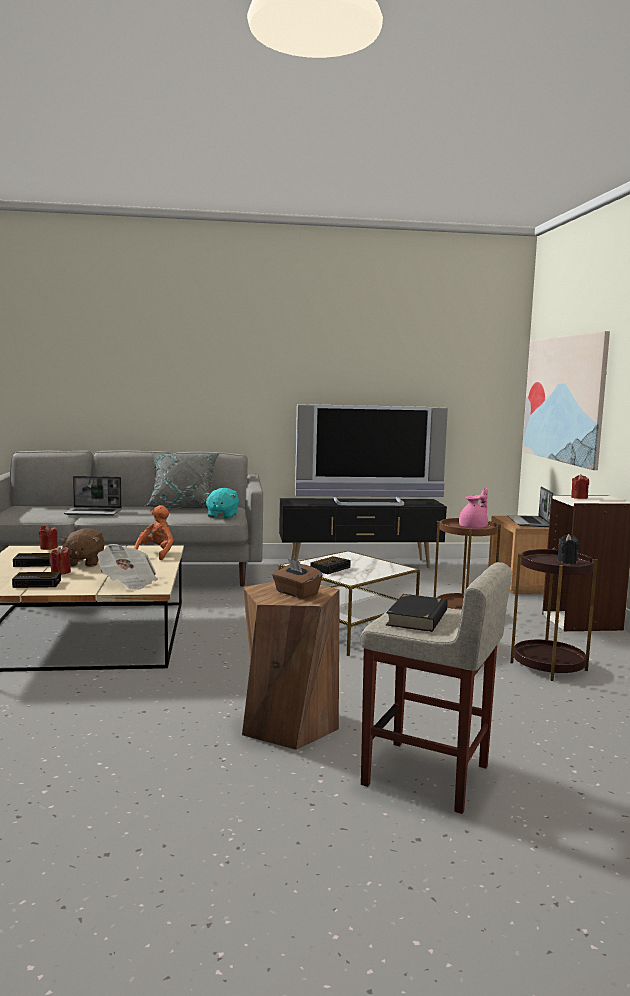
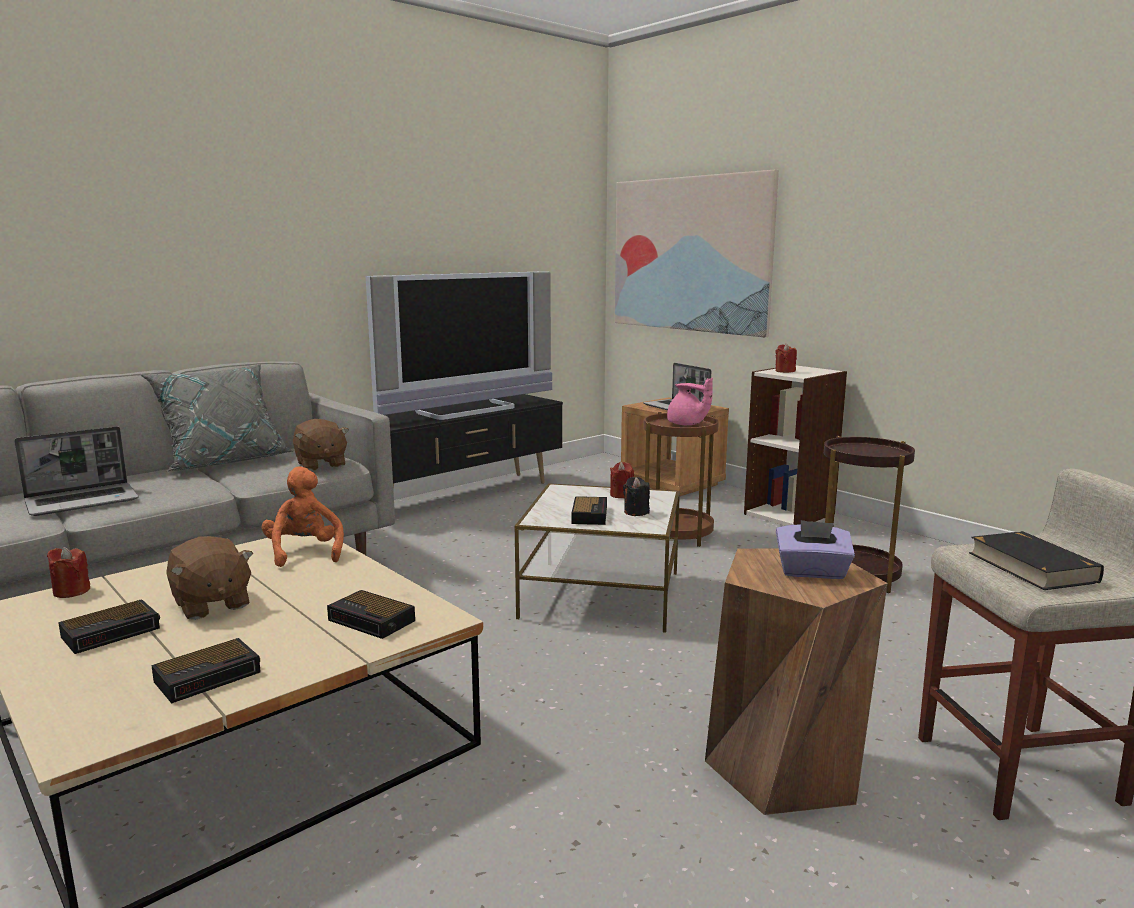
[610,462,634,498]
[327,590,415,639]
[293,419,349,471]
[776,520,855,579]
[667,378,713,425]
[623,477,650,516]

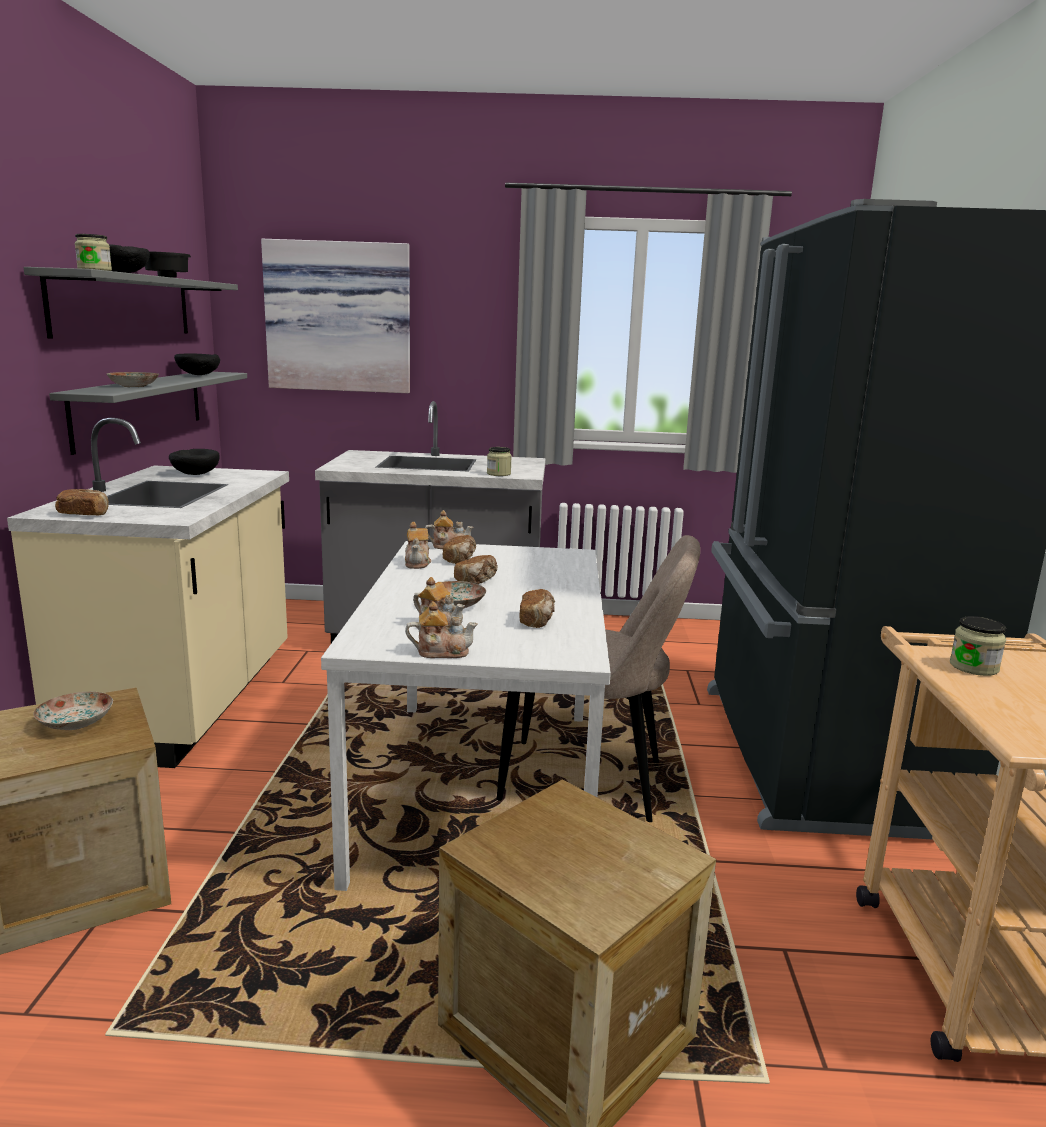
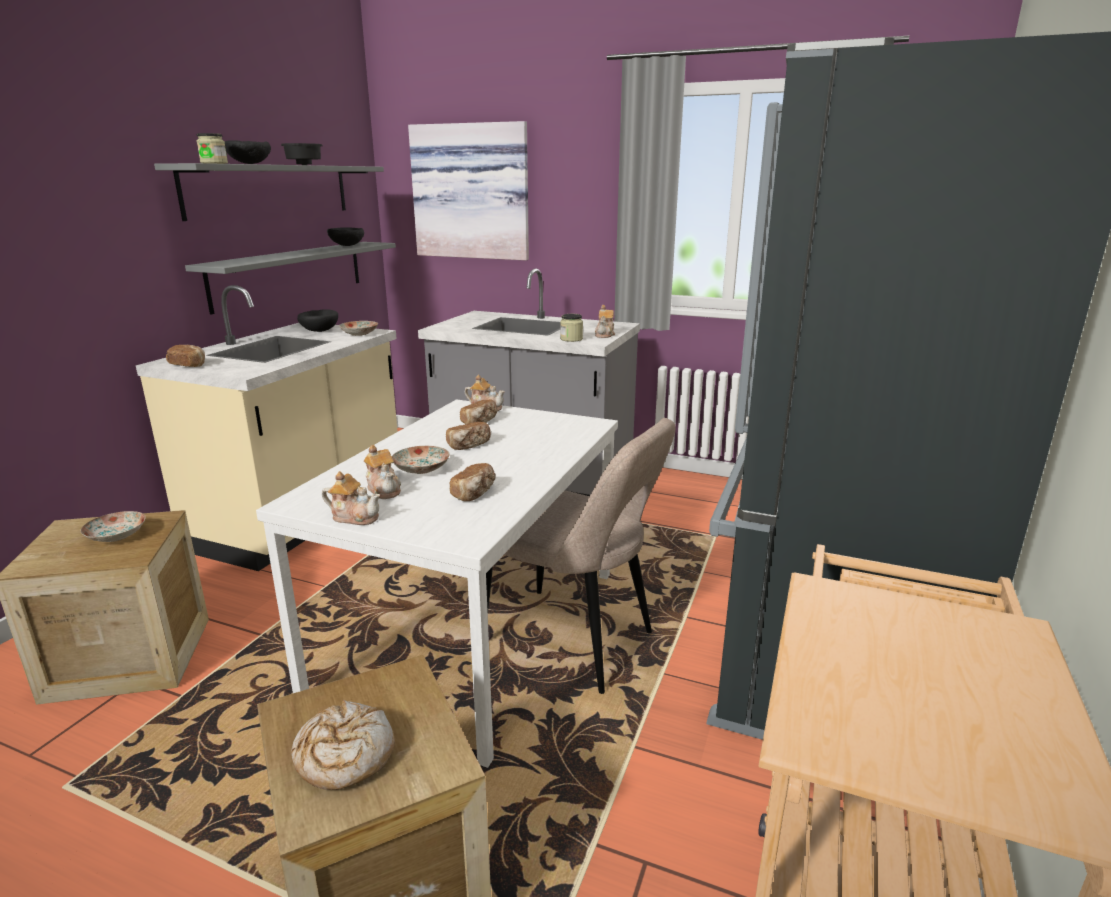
[339,321,378,336]
[595,305,615,338]
[950,616,1006,676] (first image)
[291,700,395,790]

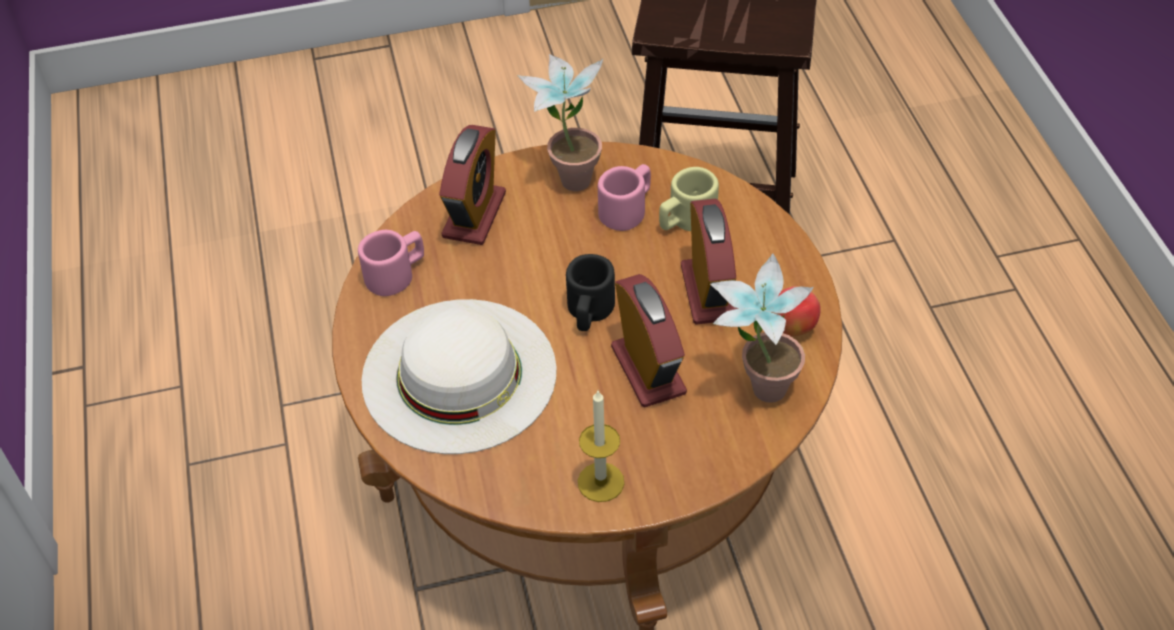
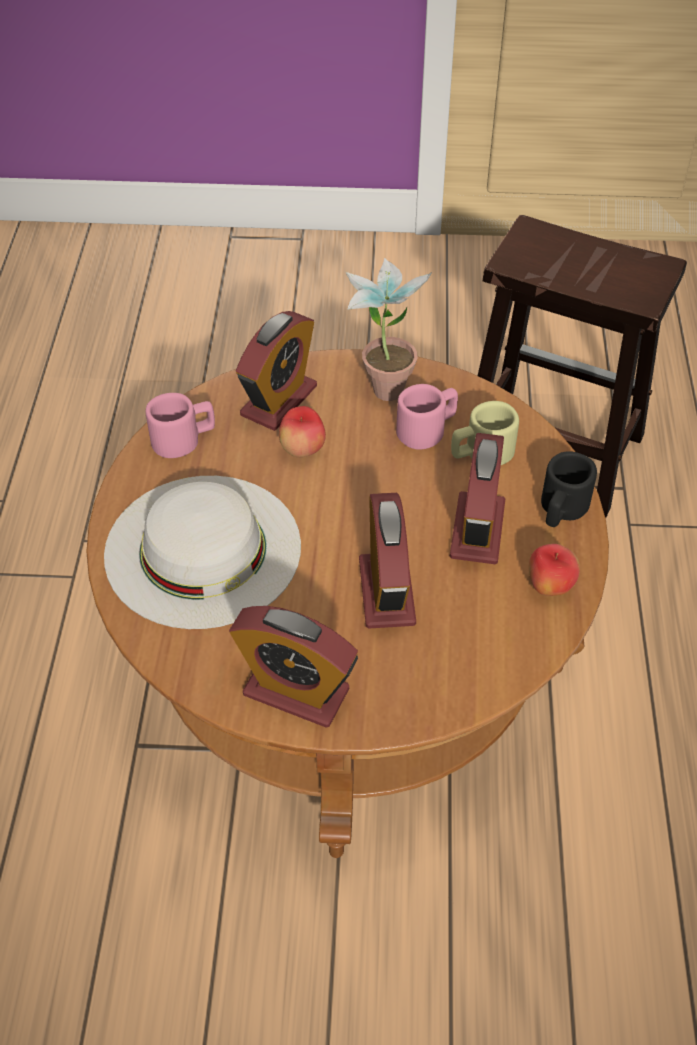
[541,451,597,527]
[229,606,358,728]
[710,253,814,403] (first image)
[279,406,326,458]

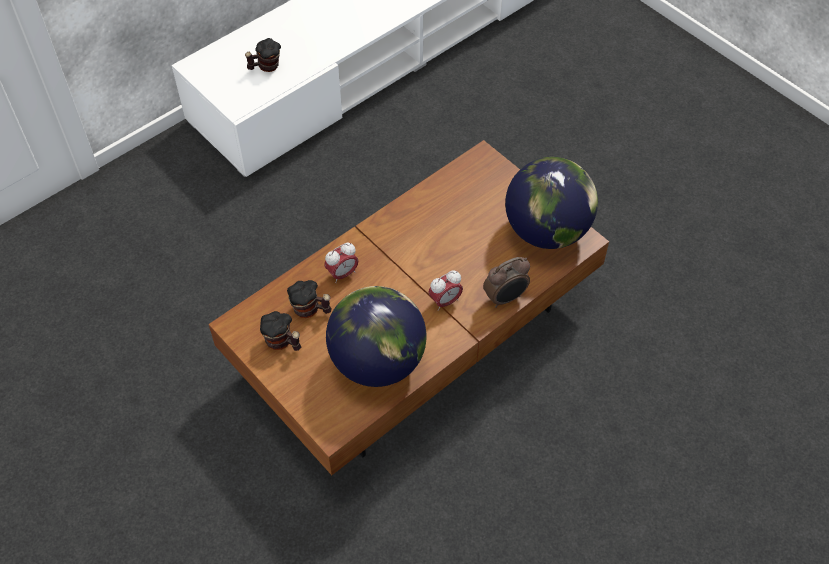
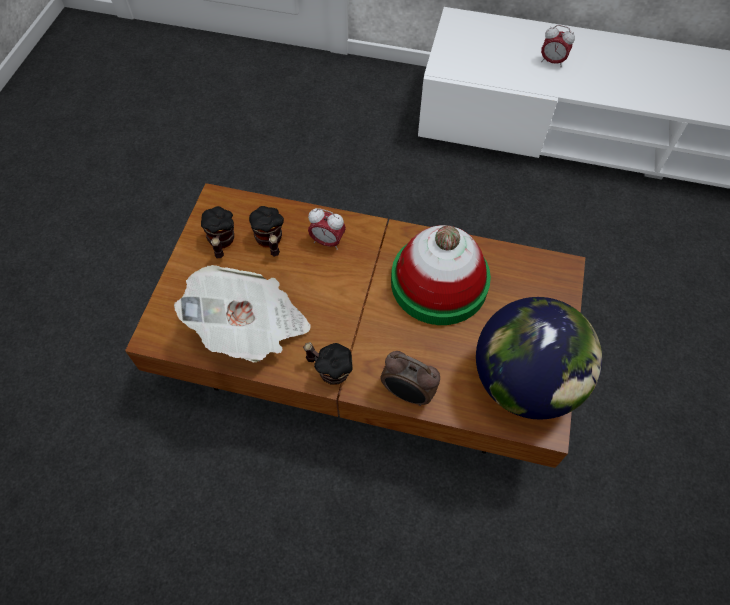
[303,342,353,385]
[174,265,311,362]
[541,25,575,68]
[391,225,491,325]

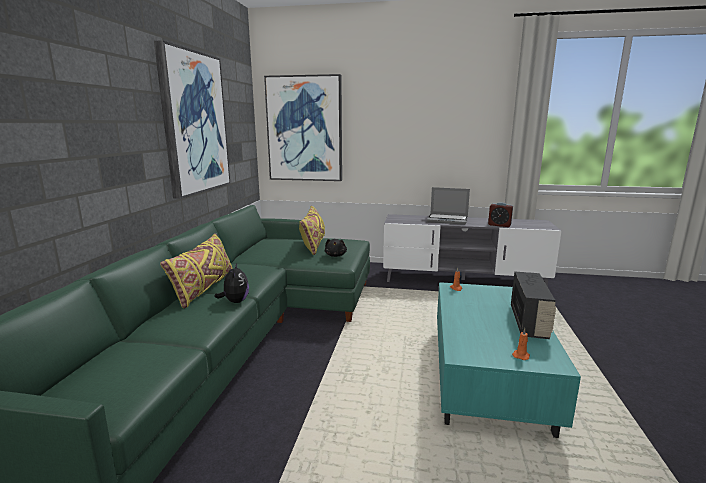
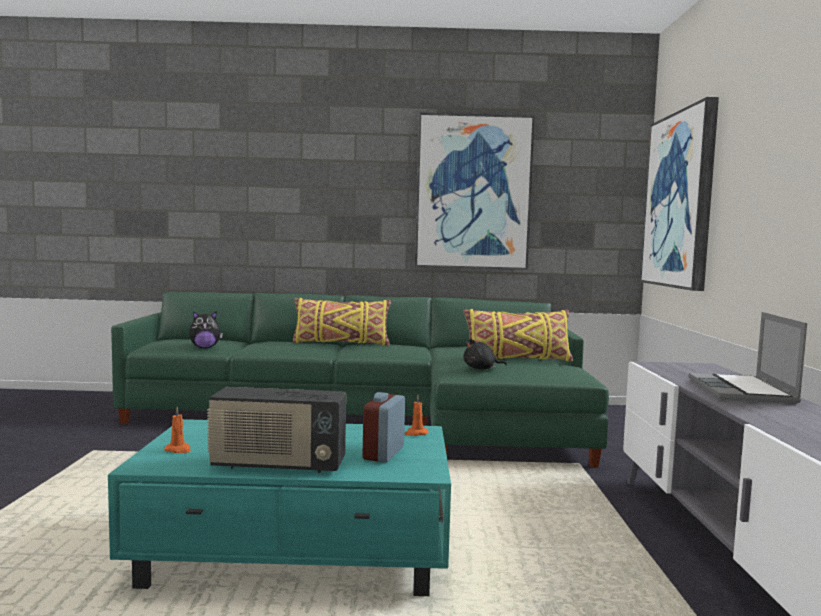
[189,311,223,348]
[363,392,405,463]

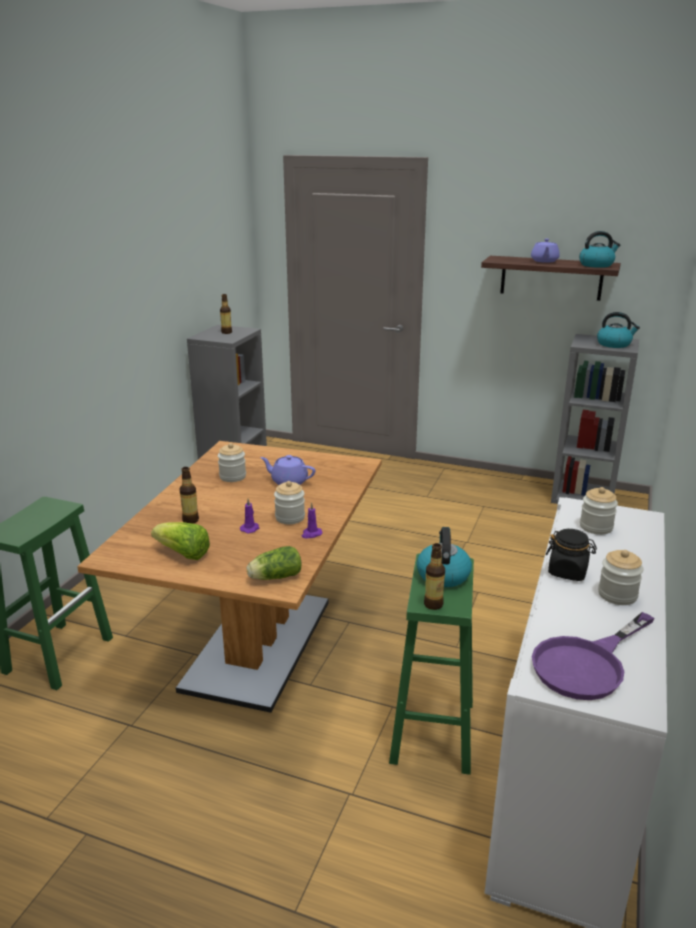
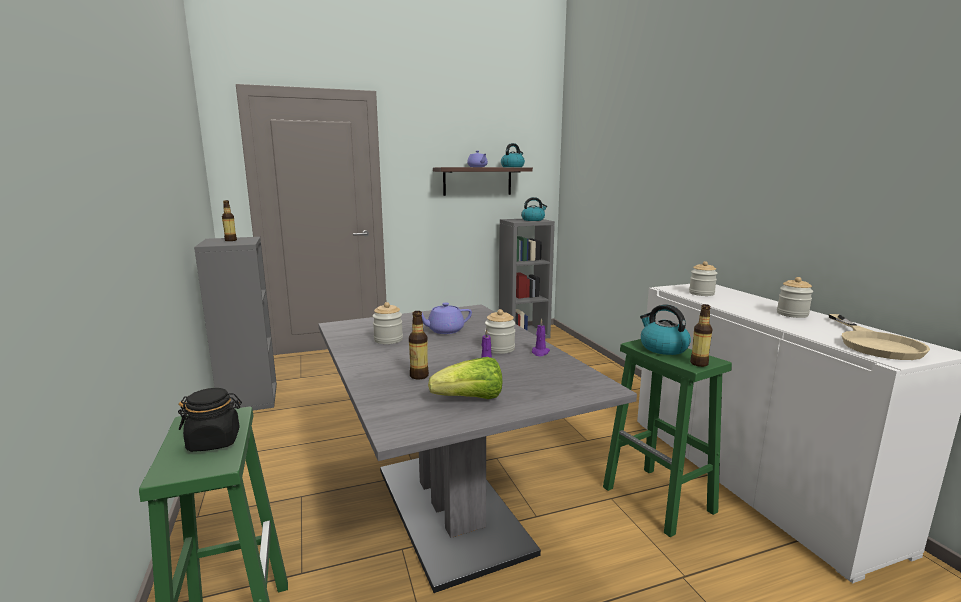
[318,304,637,593]
[247,546,301,580] (first image)
[829,314,930,360]
[178,388,242,452]

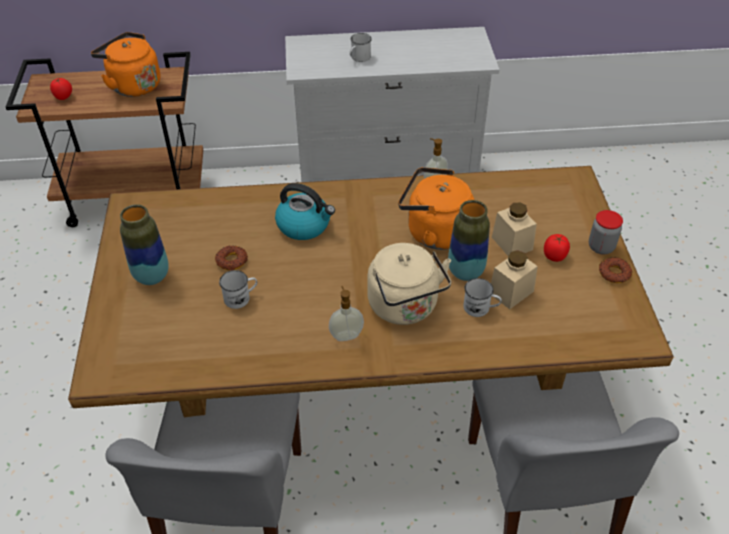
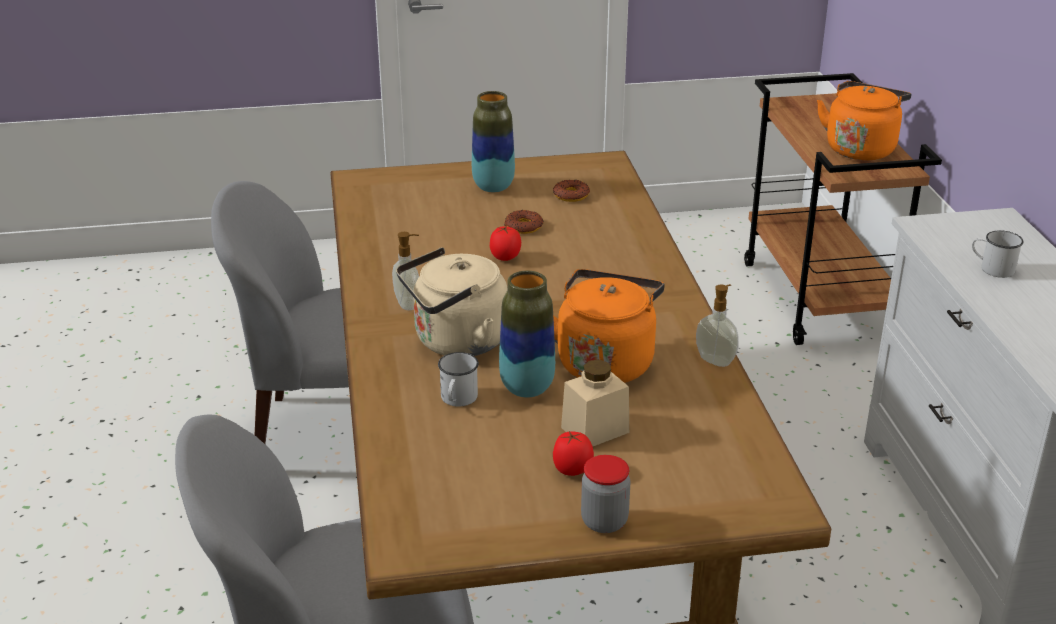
[490,226,521,261]
[219,270,257,309] (first image)
[275,183,335,240] (first image)
[491,250,538,309] (first image)
[553,180,590,202]

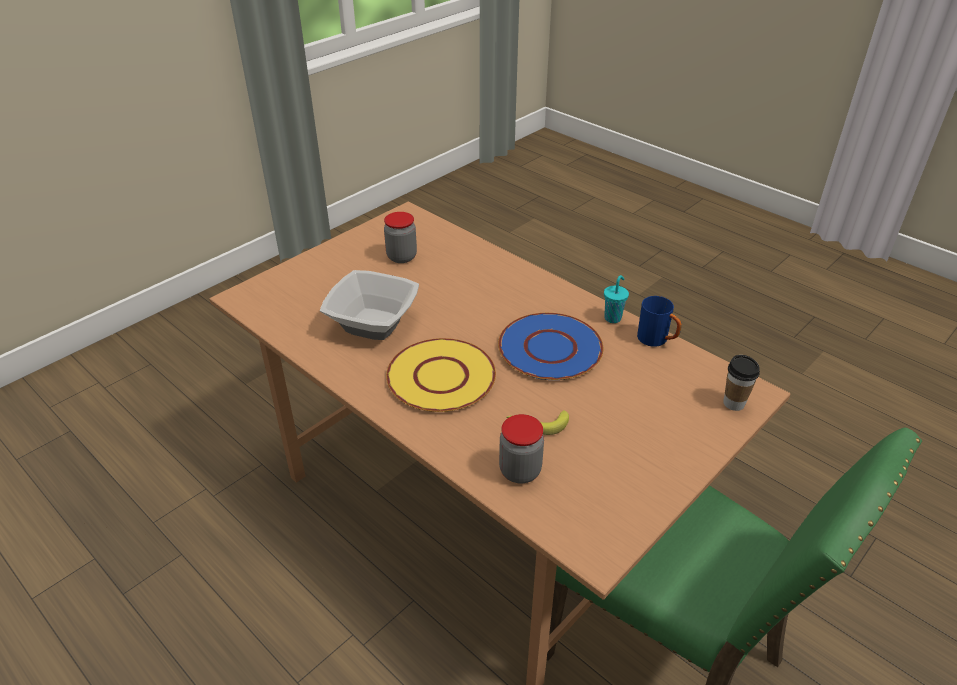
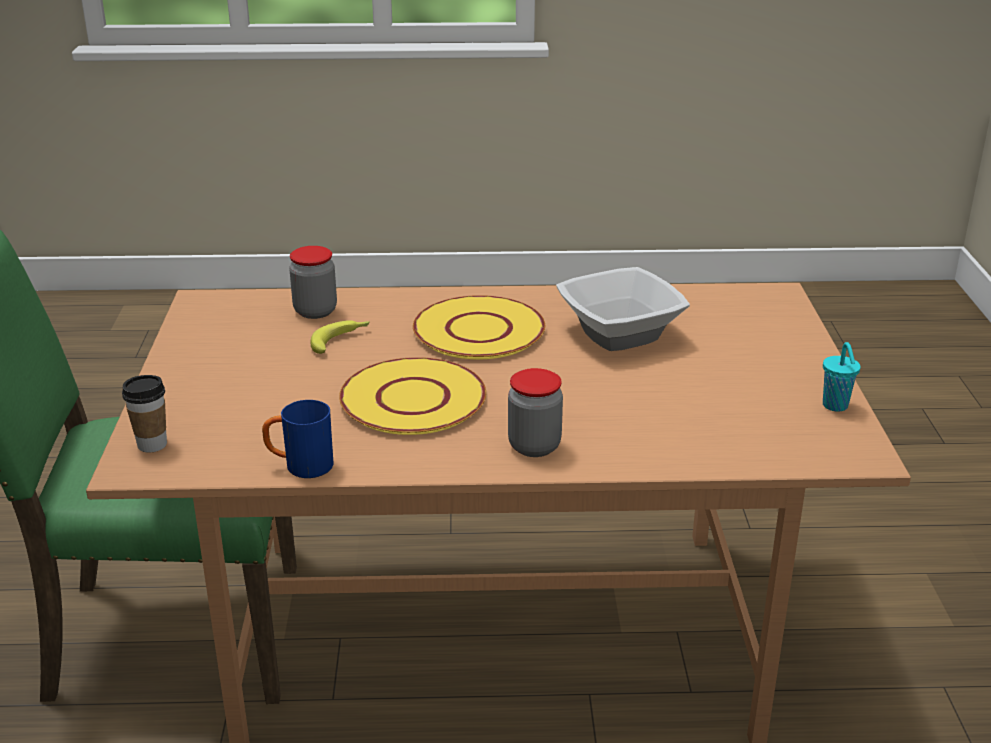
[508,368,563,457]
[339,357,486,435]
[823,342,861,412]

